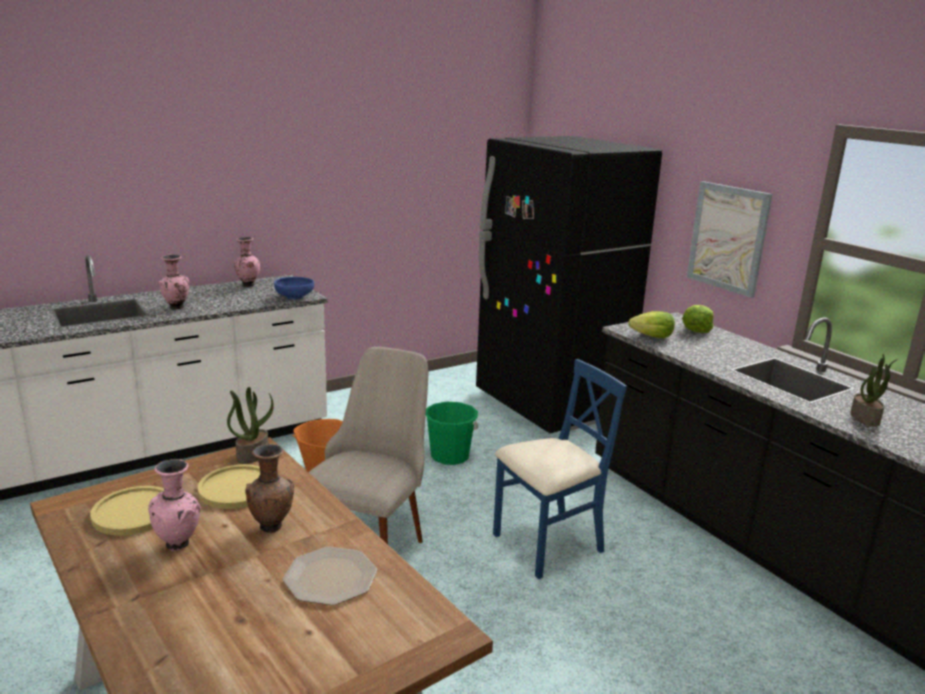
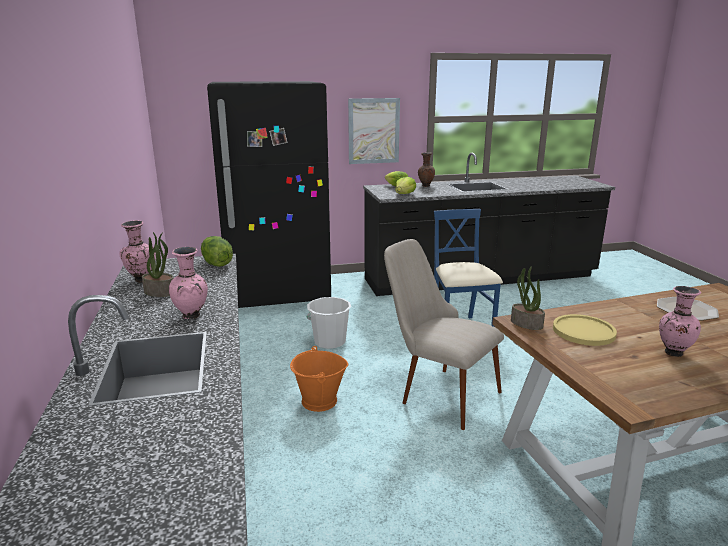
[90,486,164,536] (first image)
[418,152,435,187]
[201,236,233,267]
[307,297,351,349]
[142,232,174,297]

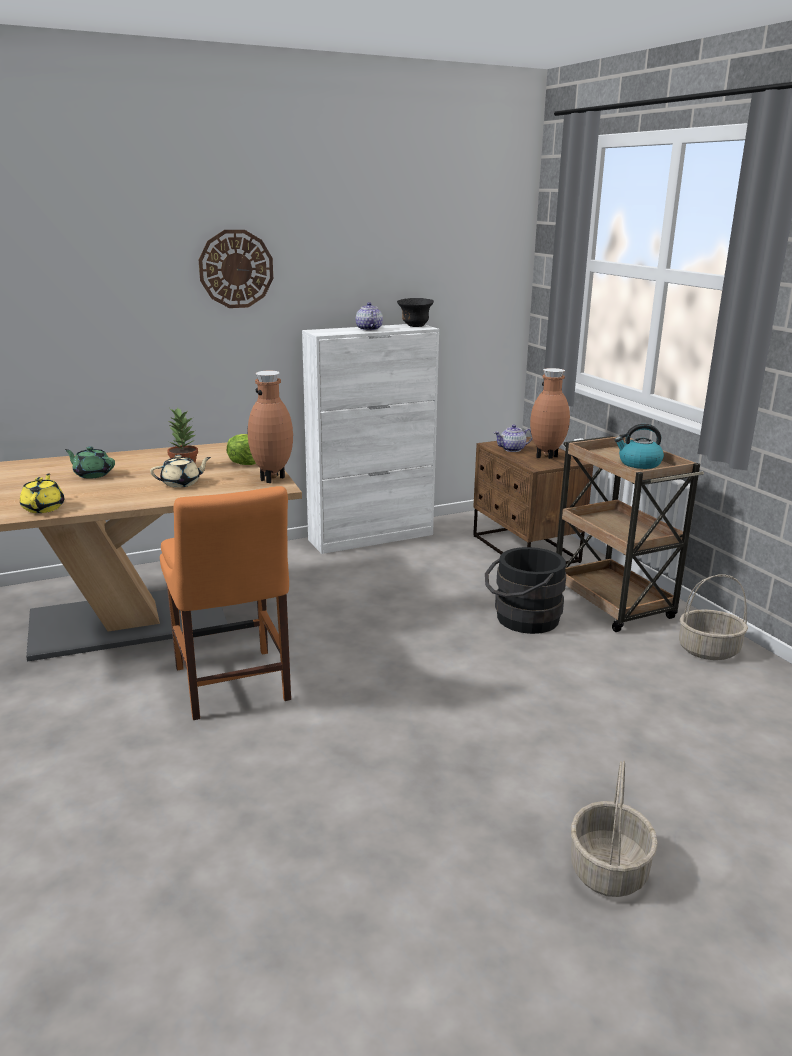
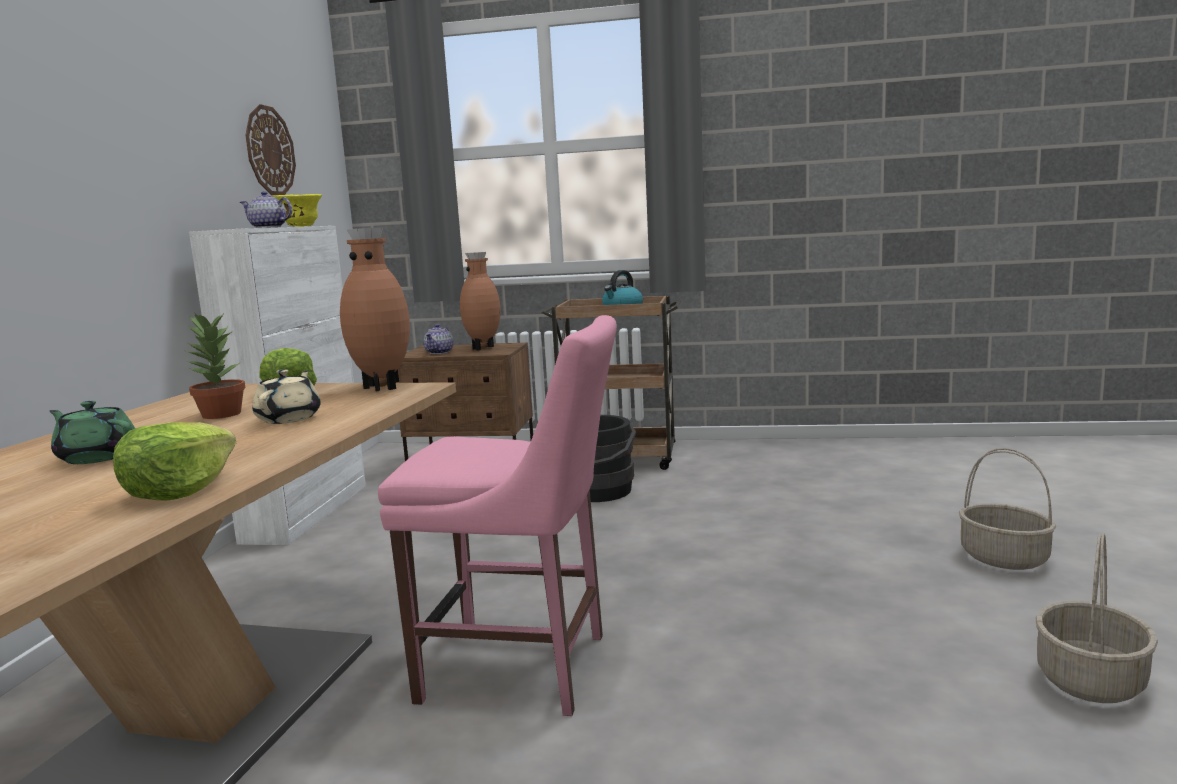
[113,422,236,501]
[49,401,135,464]
[378,315,617,716]
[245,104,296,195]
[273,194,322,227]
[1035,533,1158,703]

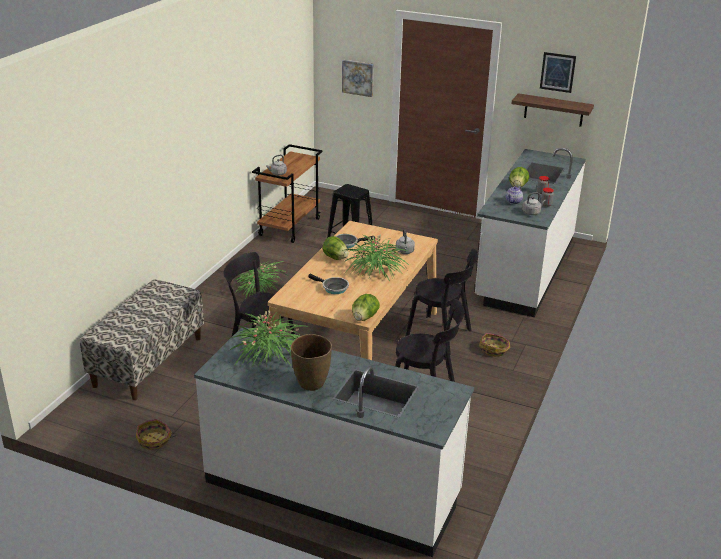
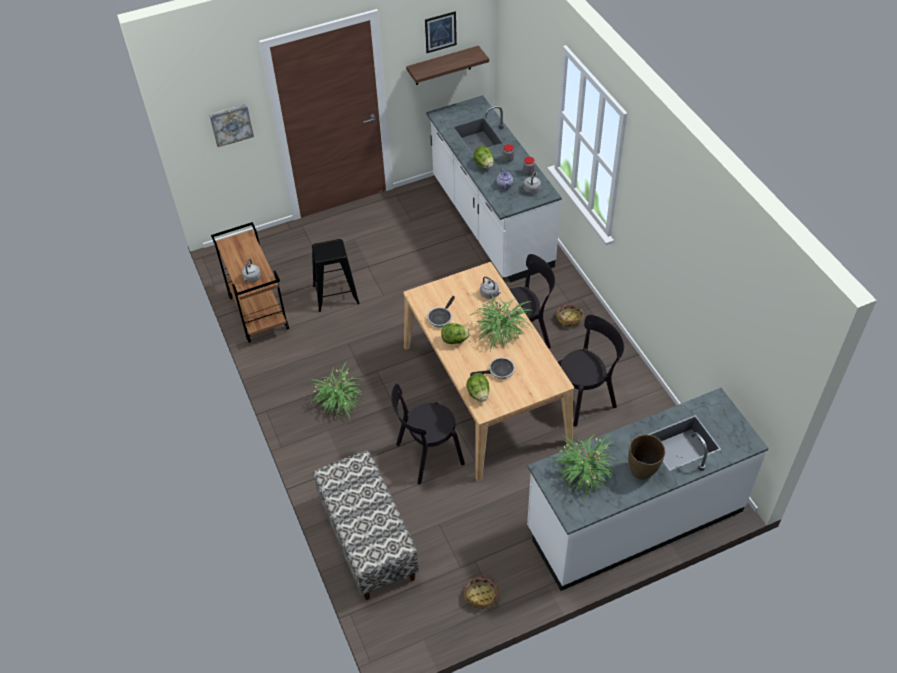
[466,373,489,402]

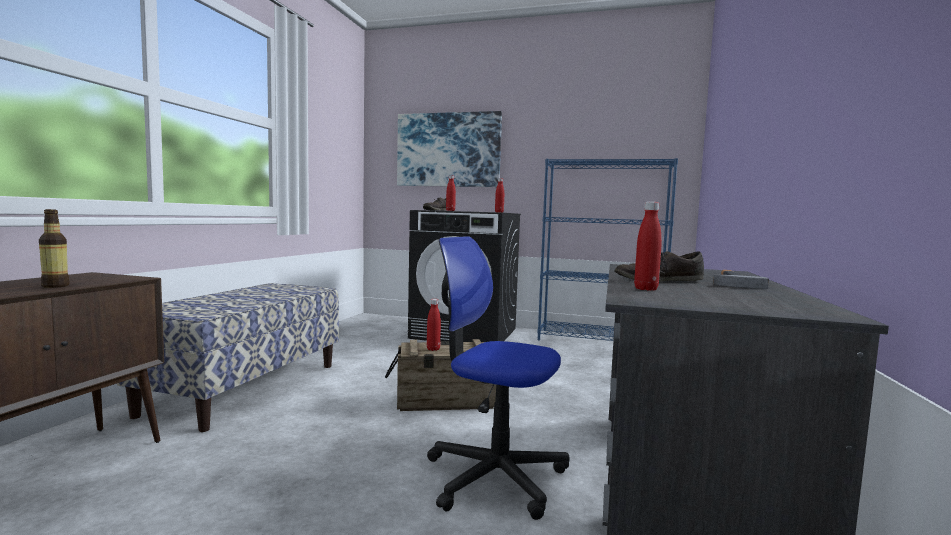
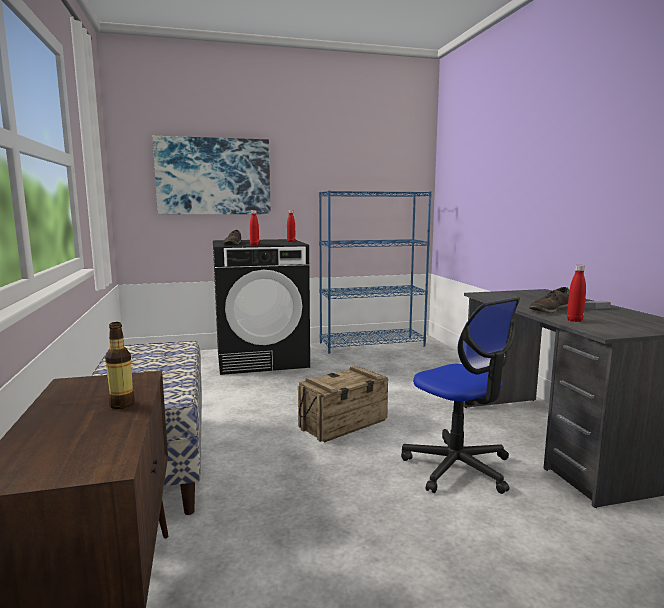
[401,297,520,494]
[427,299,441,351] (first image)

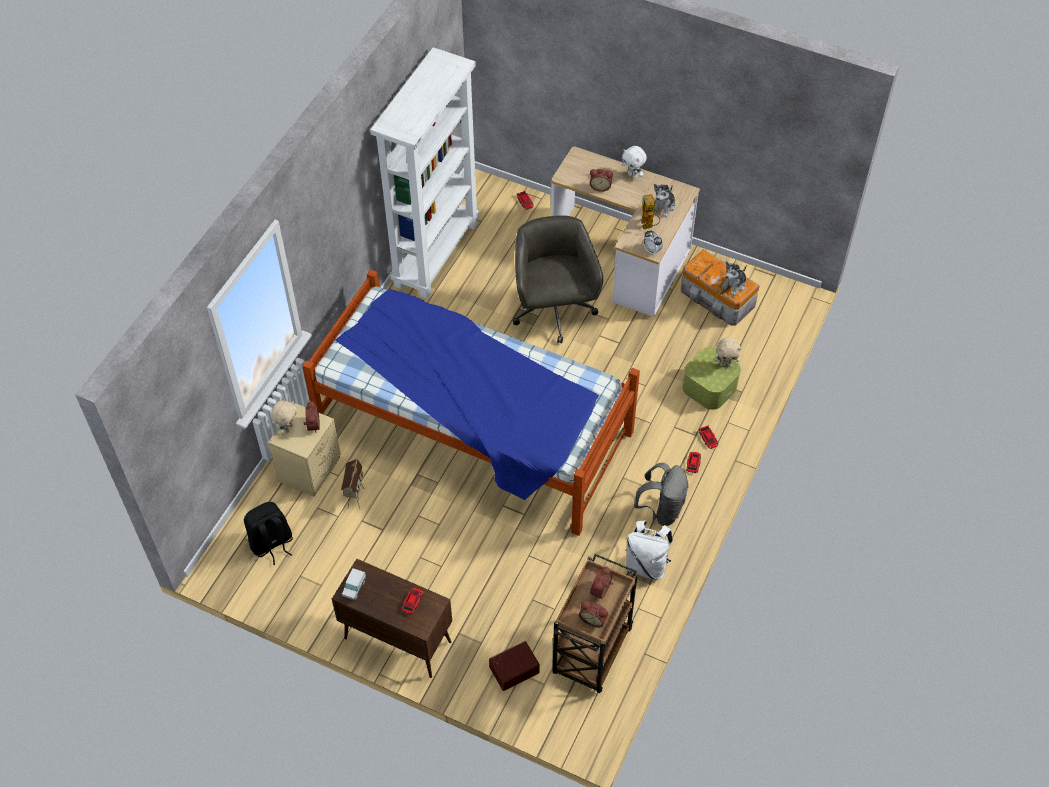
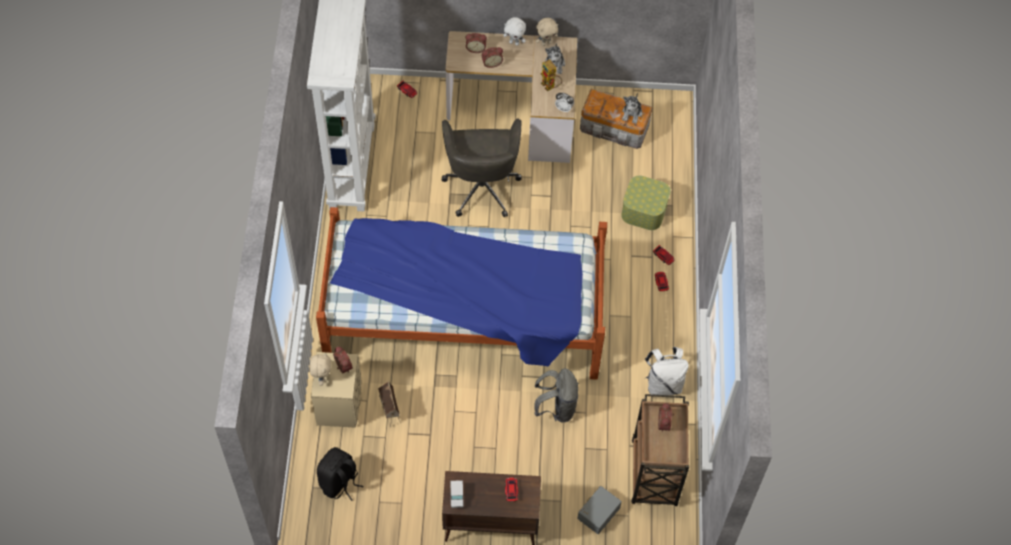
[577,486,622,534]
[442,118,522,217]
[466,33,487,53]
[534,368,579,422]
[536,18,559,46]

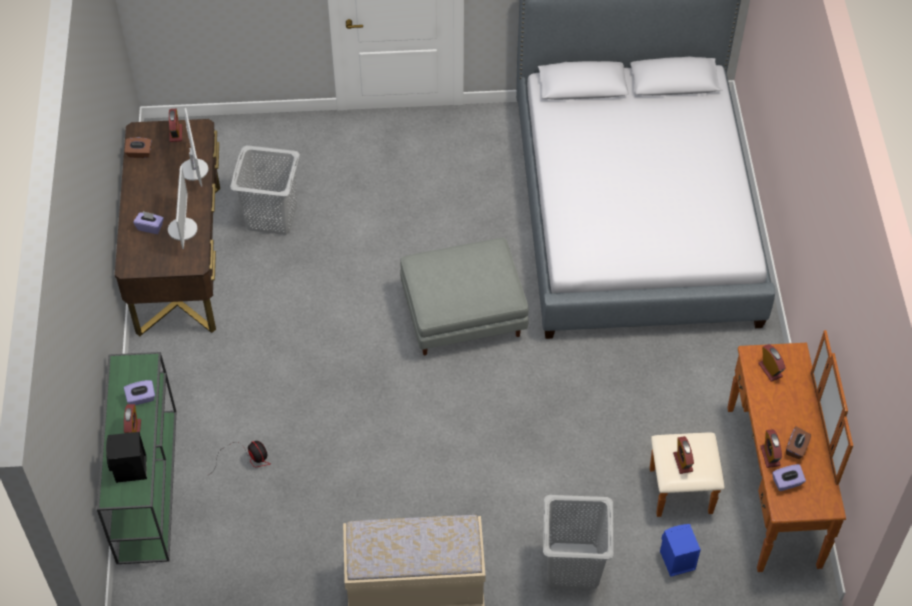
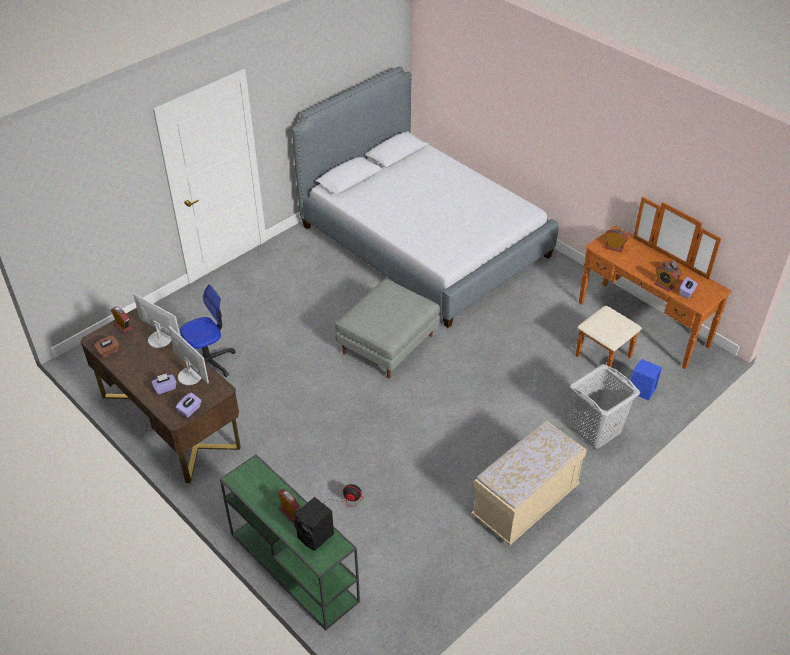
[176,392,202,418]
[180,284,235,377]
[673,436,694,474] (first image)

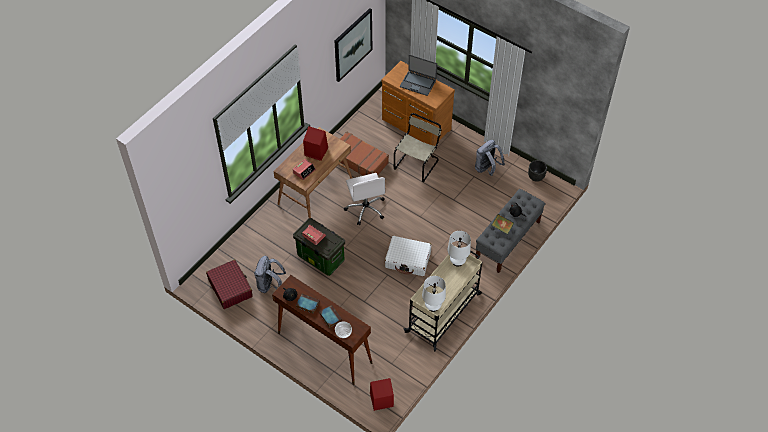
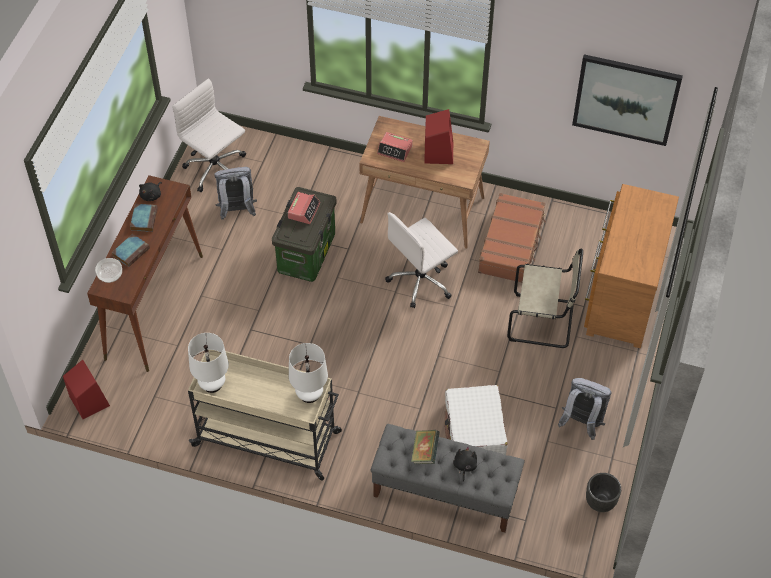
[172,78,246,192]
[445,385,508,455]
[400,55,437,96] (first image)

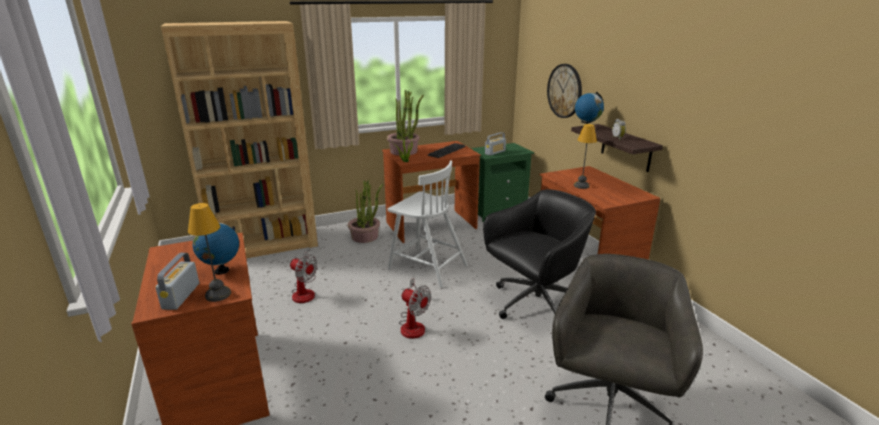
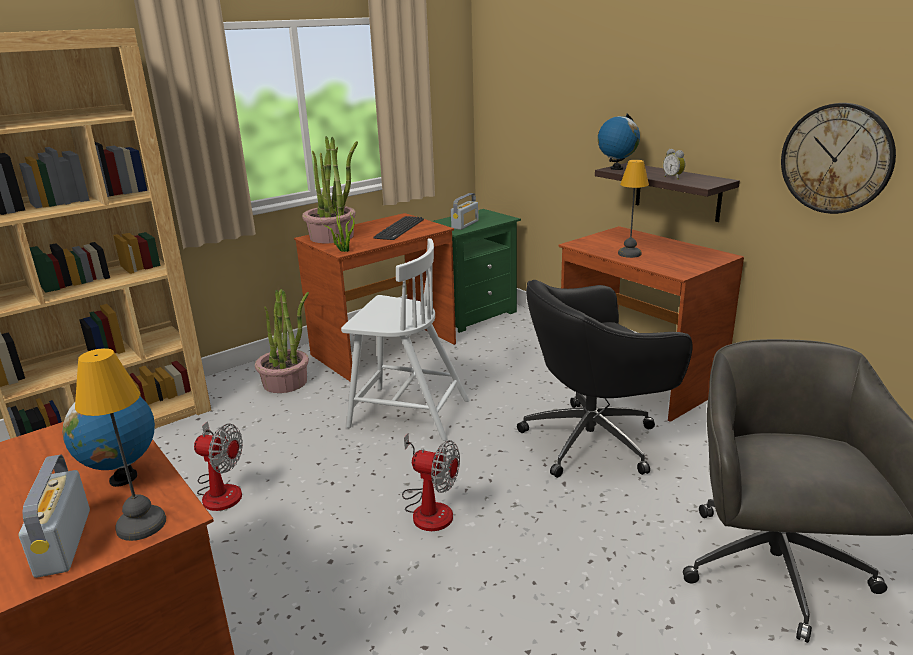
[517,280,693,478]
[781,103,896,214]

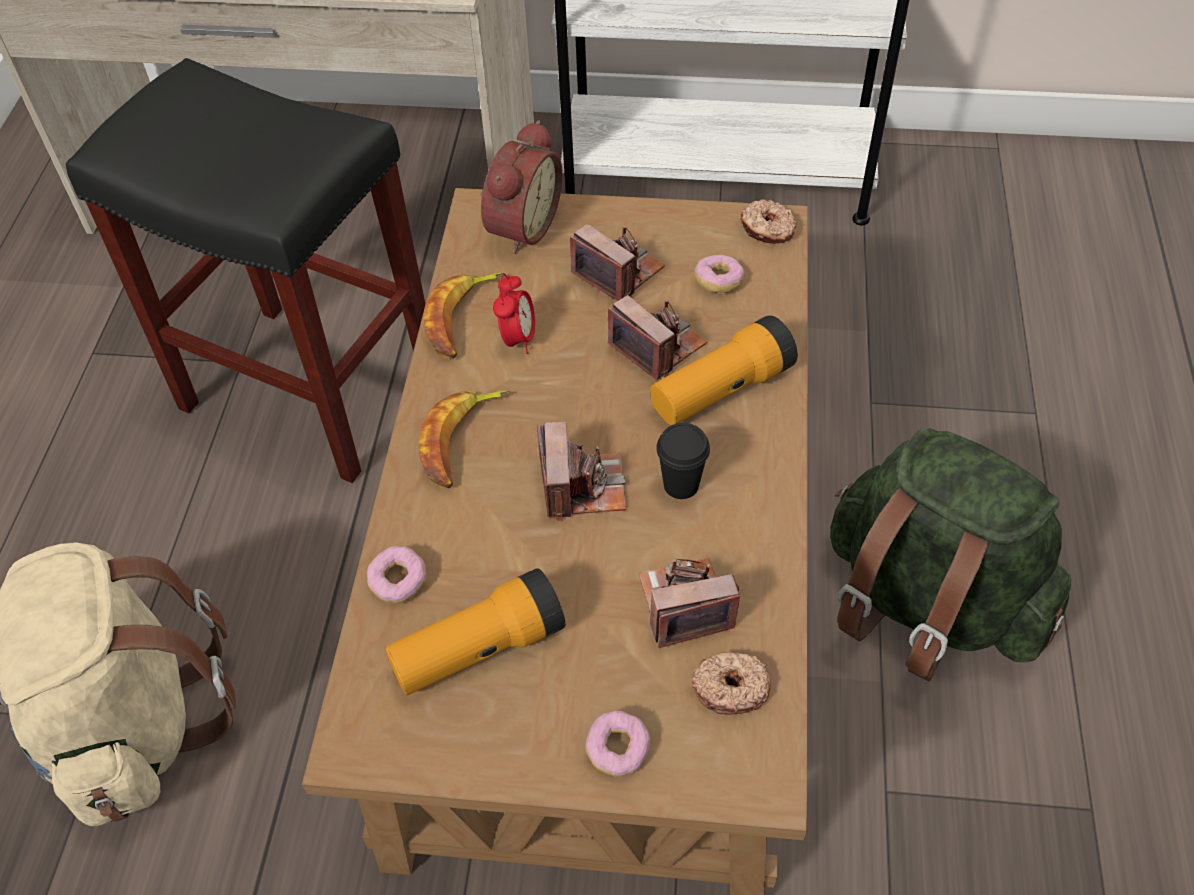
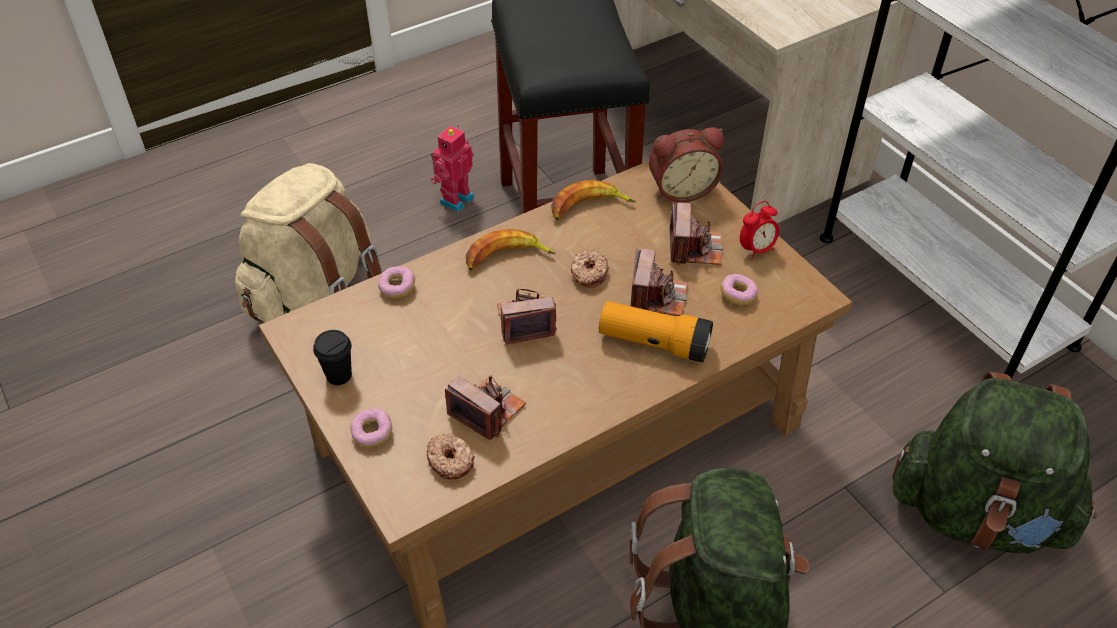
[385,568,566,695] (first image)
[740,201,779,260]
[497,289,557,345]
[313,330,352,385]
[571,250,609,288]
[431,125,475,212]
[892,371,1096,553]

